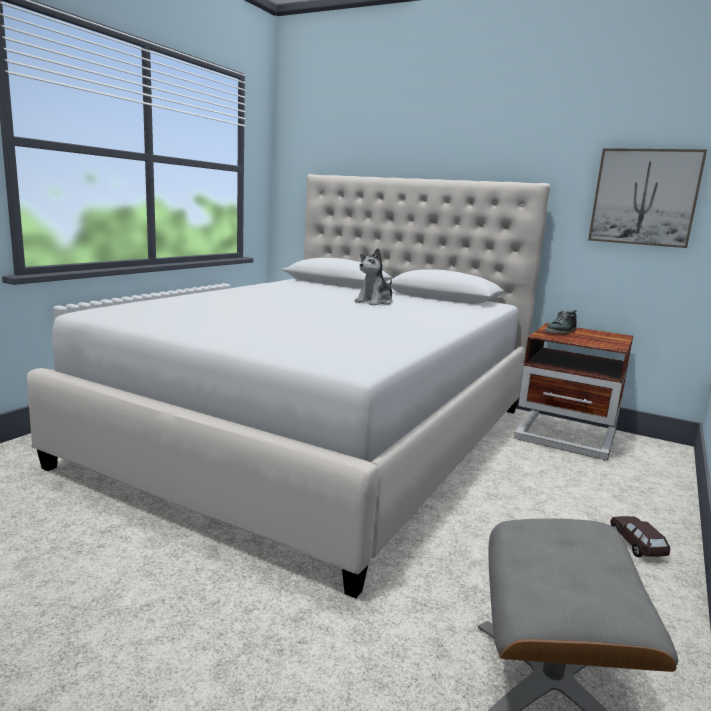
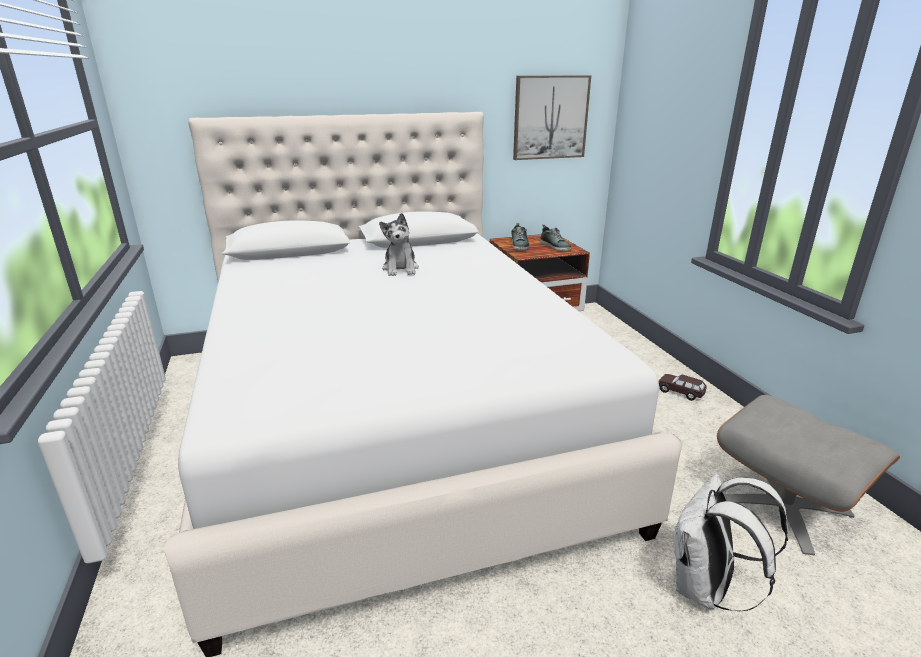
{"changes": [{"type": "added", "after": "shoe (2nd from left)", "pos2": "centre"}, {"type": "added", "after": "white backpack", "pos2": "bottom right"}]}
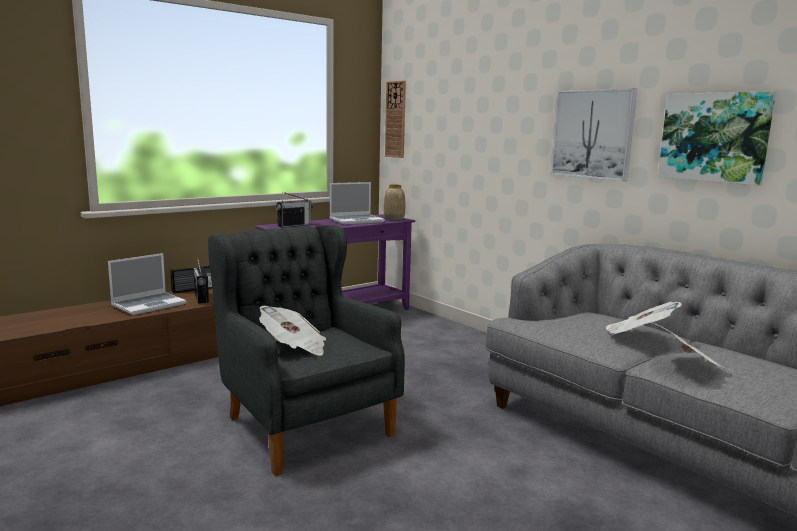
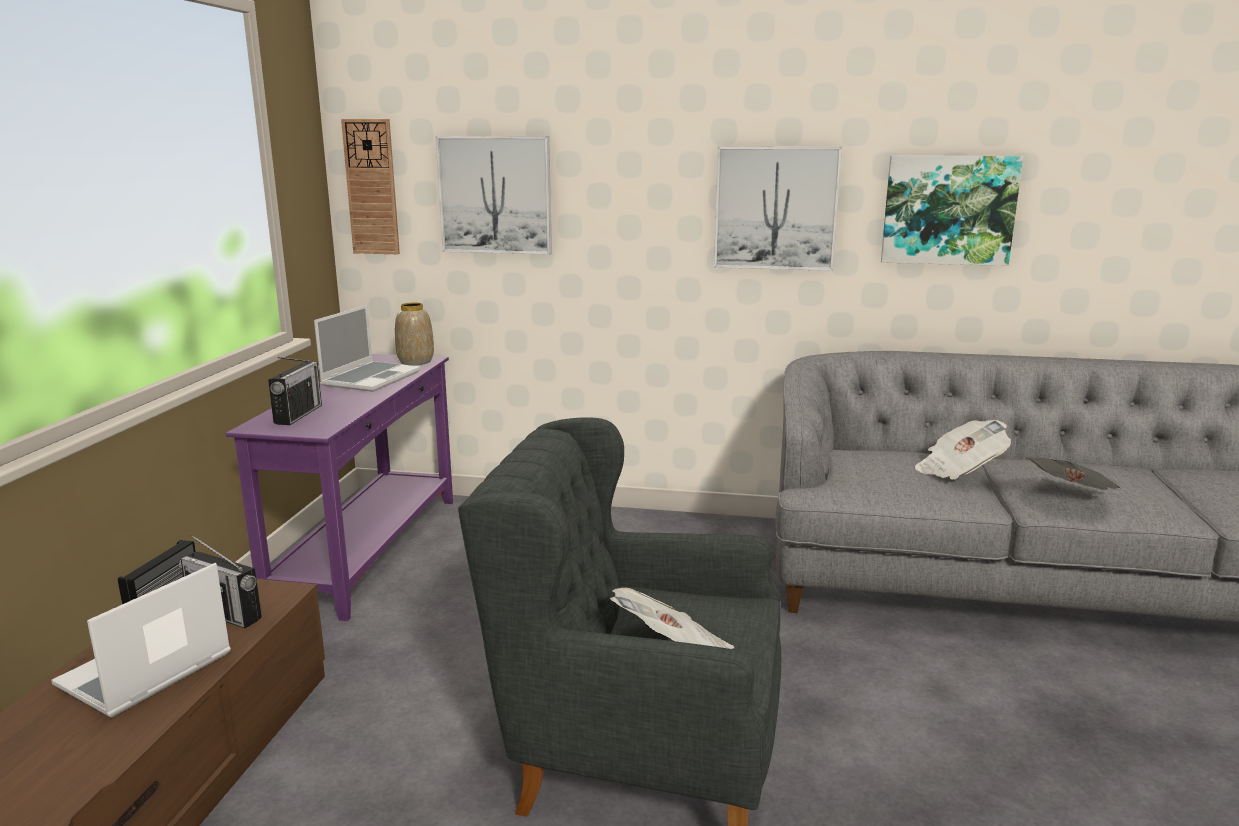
{"changes": [{"type": "turned", "before": "laptop (1st from left)", "pos1": "middle left", "pos2": "bottom left", "turn": -150}, {"type": "added", "after": "picture (1st from left)", "pos2": "top centre"}]}
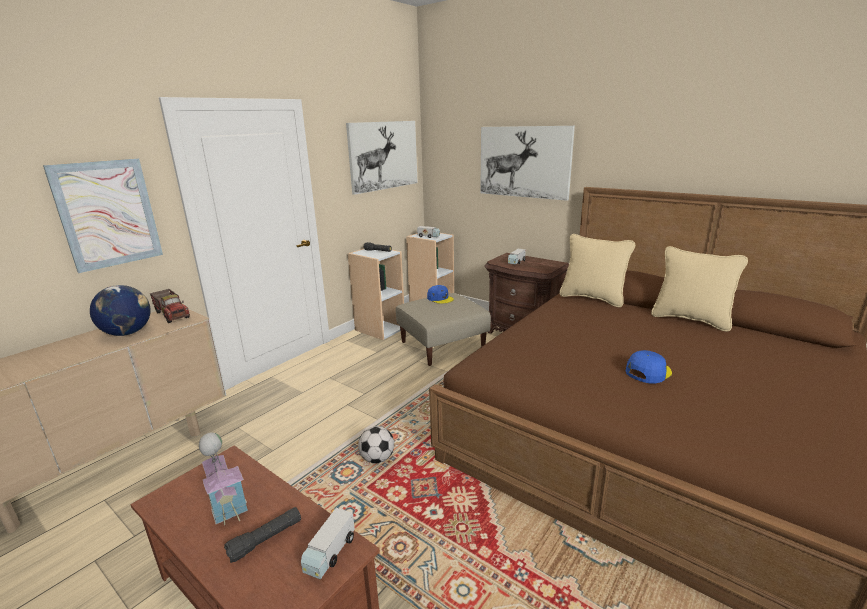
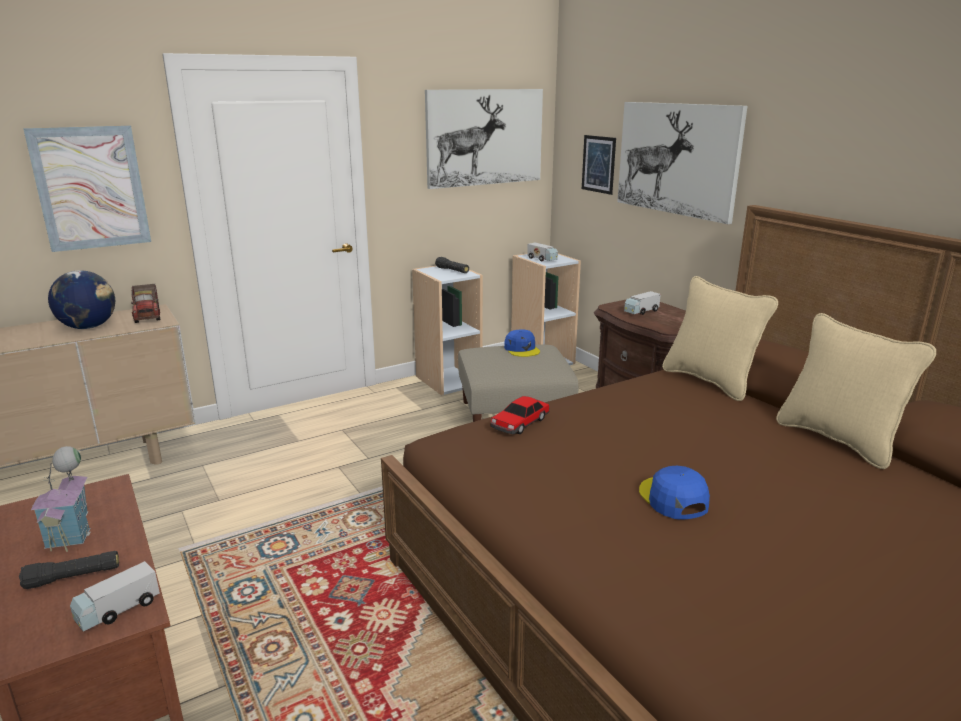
{"changes": [{"type": "removed", "before": "football", "pos1": "bottom centre"}, {"type": "turned", "before": "blue cap (2nd from left)", "pos1": "middle right", "pos2": "bottom right", "turn": -90}, {"type": "added", "after": "toy car", "pos2": "centre"}, {"type": "added", "after": "picture (3rd from left)", "pos2": "top centre"}]}
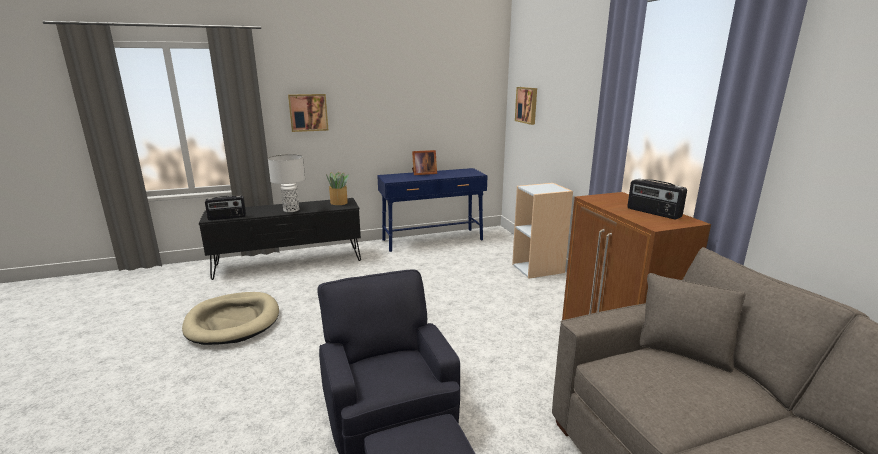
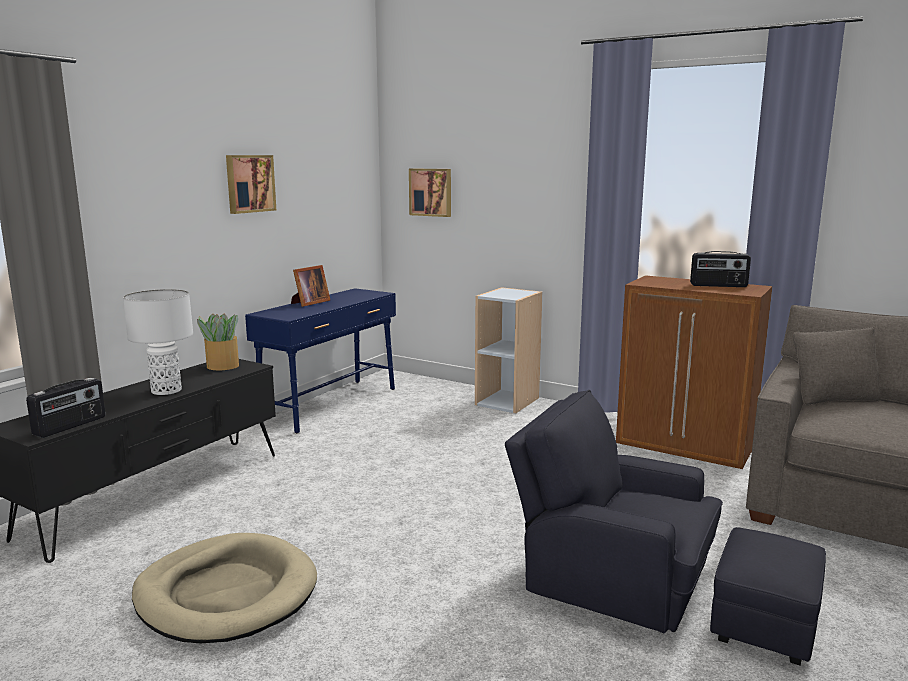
{"changes": [{"type": "moved", "before": "picture (1st from left)", "pos1": "top centre", "pos2": "top left"}]}
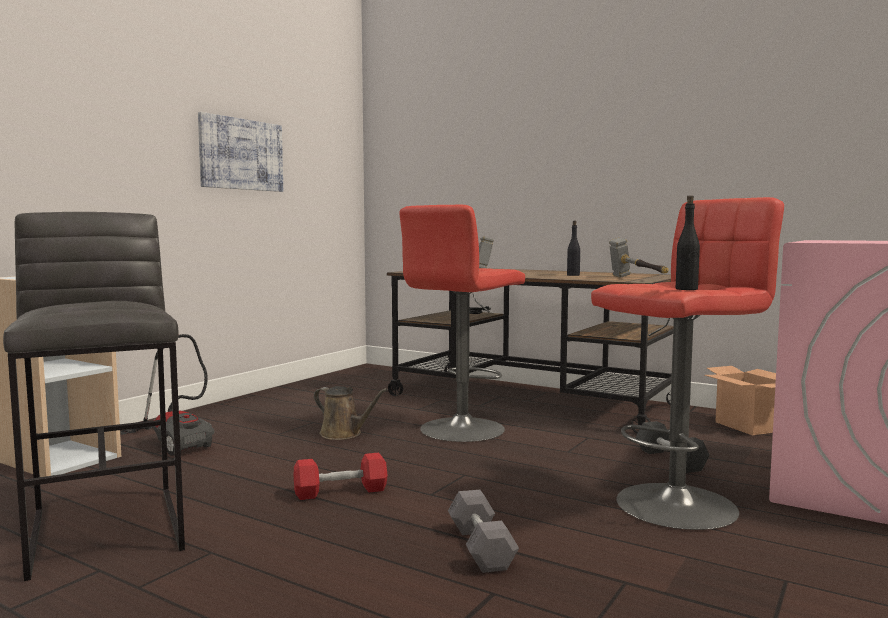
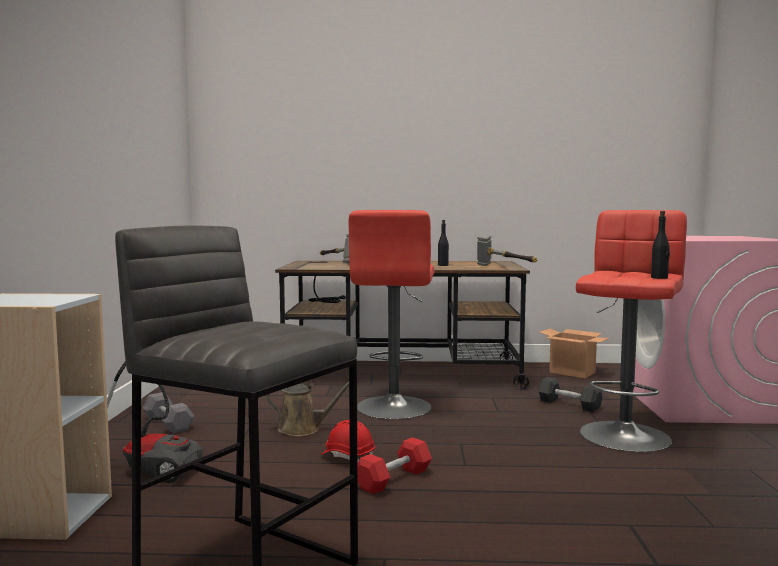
{"changes": [{"type": "removed", "before": "picture", "pos1": "top left"}, {"type": "moved", "before": "grey dumbbell (1st from left)", "pos1": "bottom centre", "pos2": "bottom left"}, {"type": "added", "after": "red hard hat", "pos2": "bottom centre"}]}
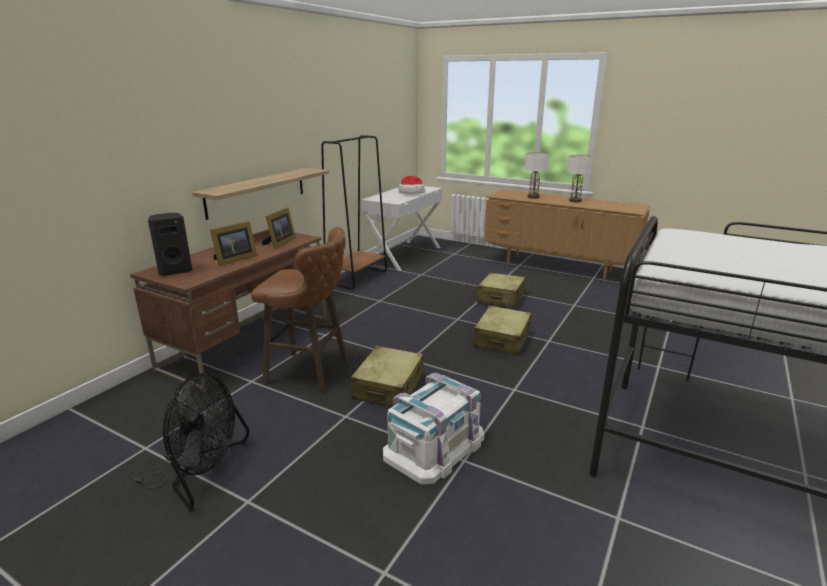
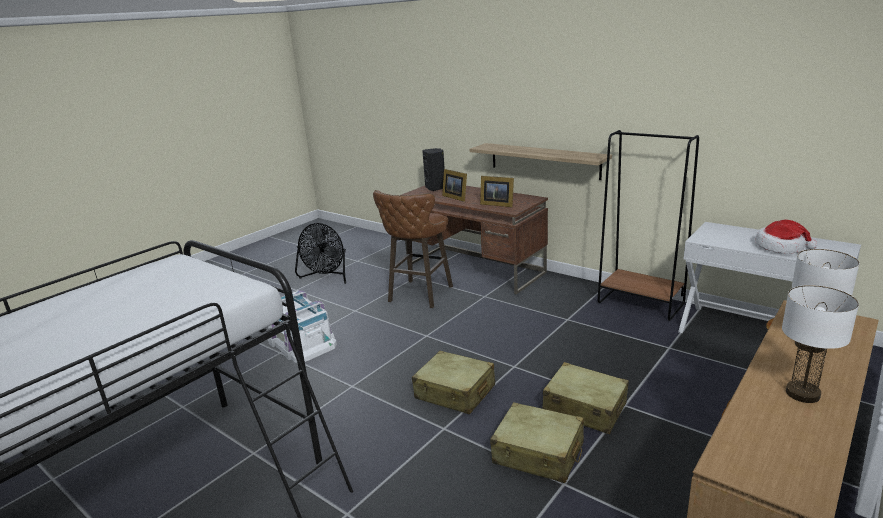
{"changes": [{"type": "moved", "before": "beige suitcase (1st from left in the first image)", "after": "beige suitcase (2nd from left)", "pos1": "centre", "pos2": "bottom centre"}]}
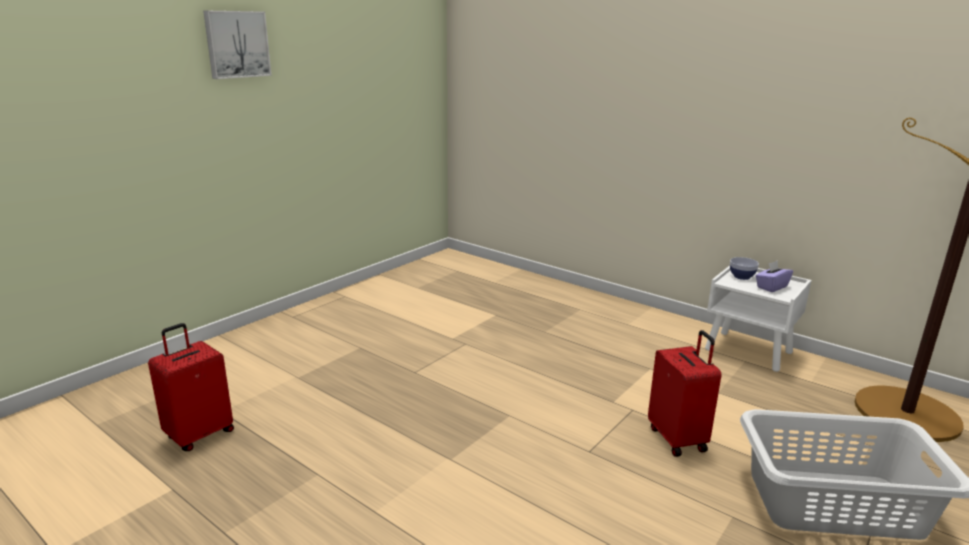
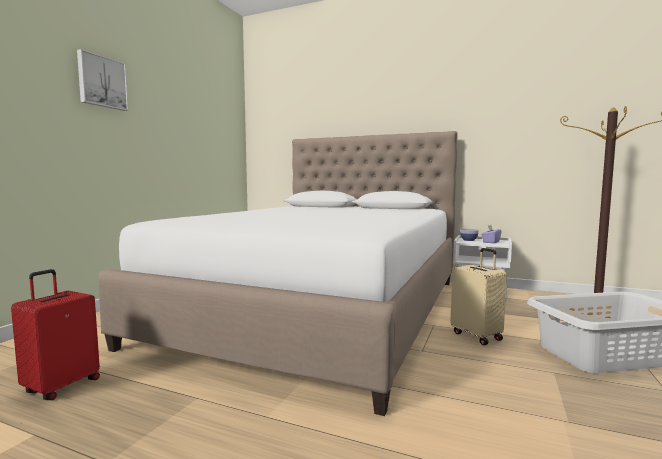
{"changes": [{"type": "recoloured", "before": "red suitcase (2nd from left)", "after": "beige suitcase", "pos1": "bottom right", "pos2": "middle right"}, {"type": "added", "after": "white bed", "pos2": "centre"}]}
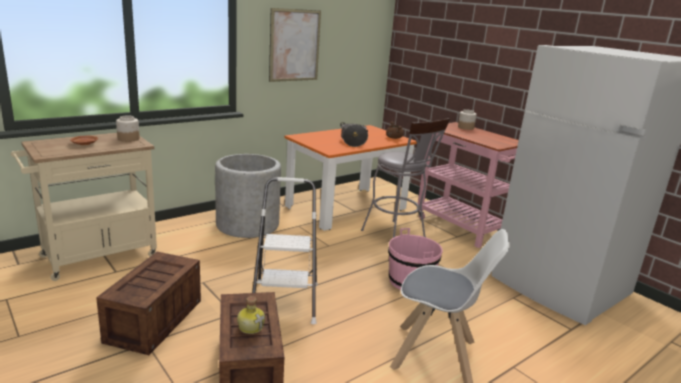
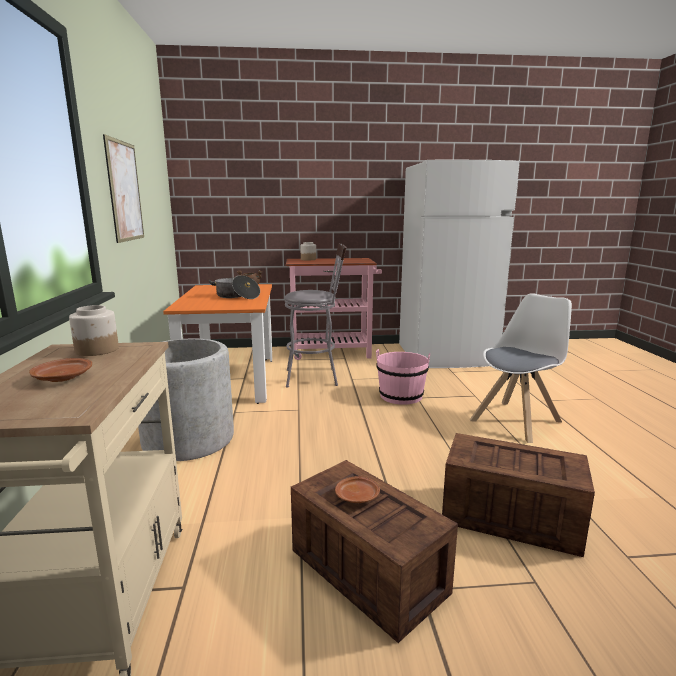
{"changes": [{"type": "removed", "before": "bottle", "pos1": "bottom centre"}, {"type": "removed", "before": "white step ladder", "pos1": "centre"}, {"type": "added", "after": "brown plate (2nd from left)", "pos2": "bottom centre"}]}
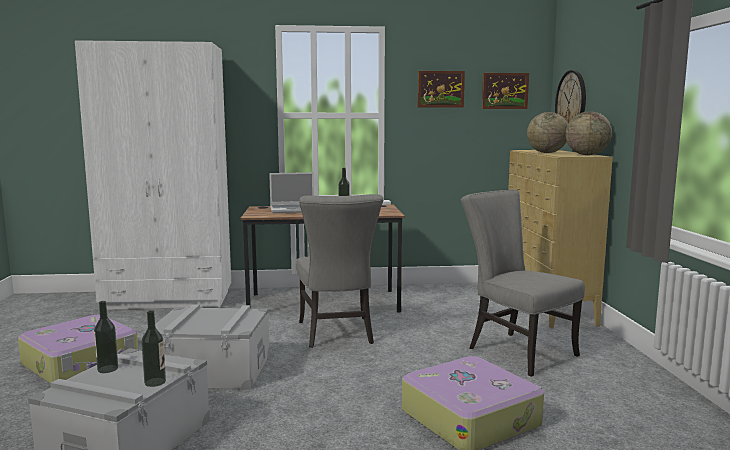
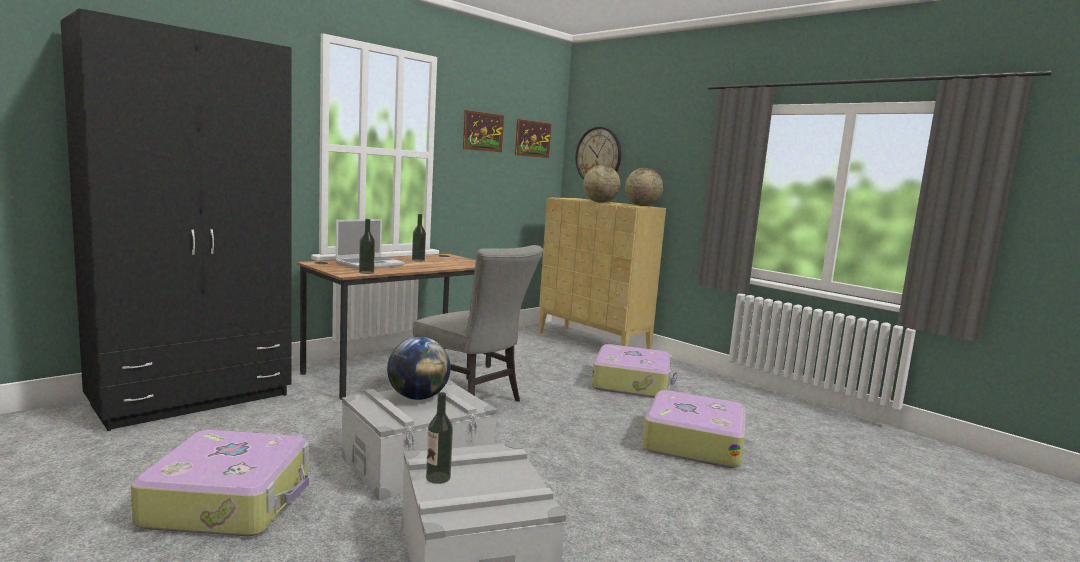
{"changes": [{"type": "recoloured", "before": "white wardrobe", "after": "black wardrobe", "pos1": "middle left", "pos2": "middle left"}, {"type": "moved", "before": "bottle (2nd from left in the first image)", "after": "bottle (1st from left)", "pos1": "bottom left", "pos2": "centre"}, {"type": "replaced", "before": "grey chair (2nd from left)", "after": "suitcase (2nd from left)", "pos1": "middle right", "pos2": "centre"}, {"type": "added", "after": "globe (1st from left)", "pos2": "centre"}]}
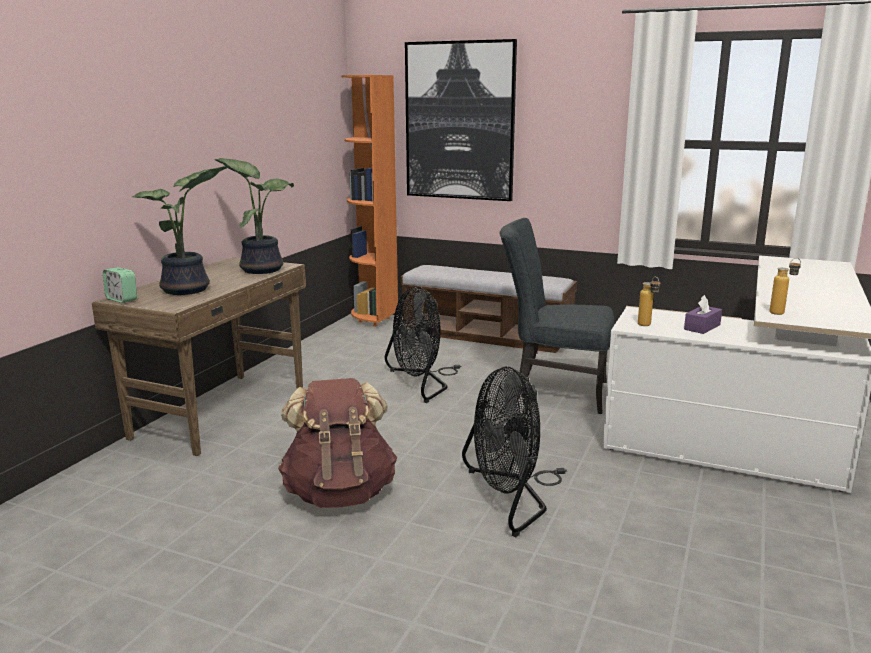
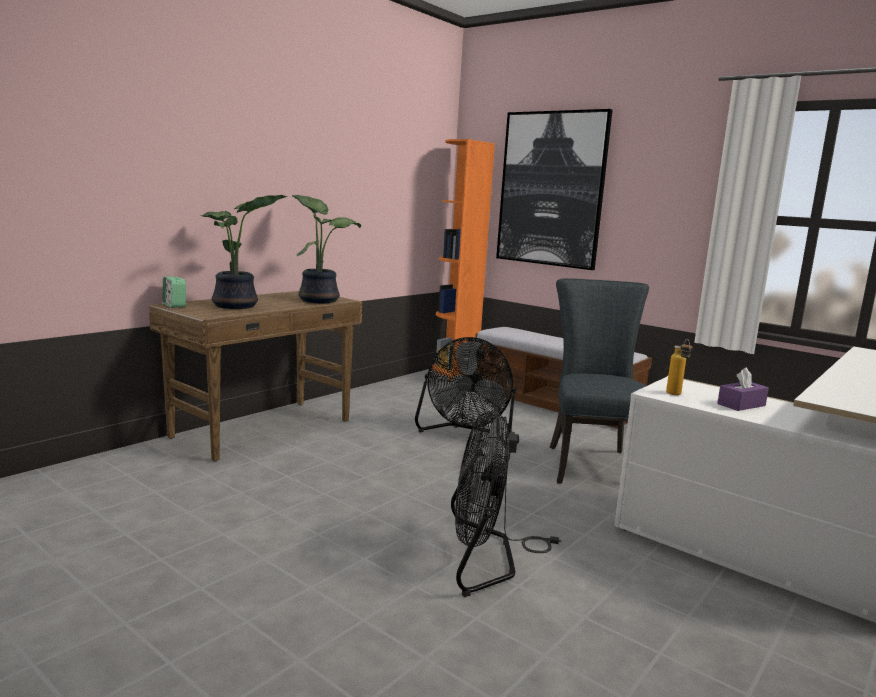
{"changes": [{"type": "removed", "before": "brown backpack", "pos1": "bottom centre"}, {"type": "turned", "before": "black fan (1st from left)", "pos1": "centre", "pos2": "centre", "turn": -60}, {"type": "turned", "before": "grey chair", "pos1": "centre", "pos2": "middle right", "turn": 60}, {"type": "removed", "before": "bottle (2nd from left)", "pos1": "middle right"}]}
